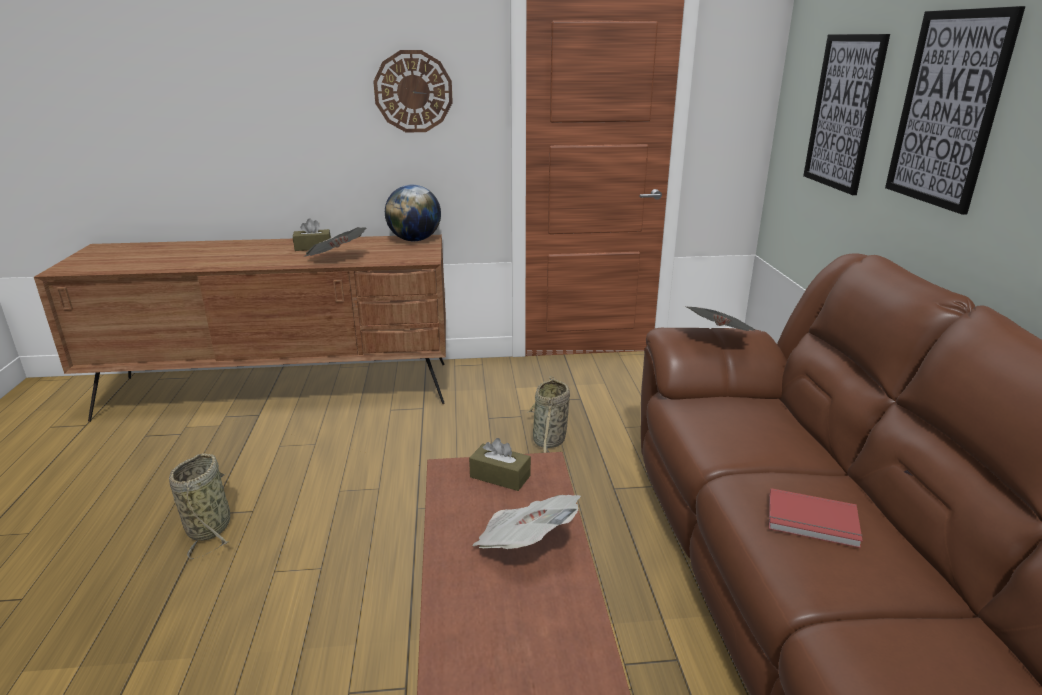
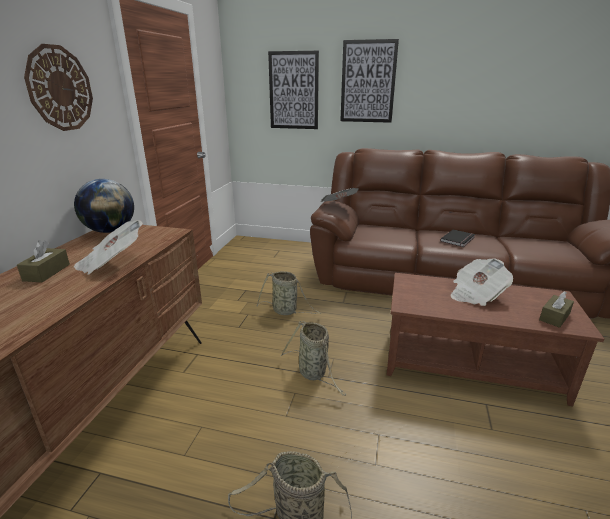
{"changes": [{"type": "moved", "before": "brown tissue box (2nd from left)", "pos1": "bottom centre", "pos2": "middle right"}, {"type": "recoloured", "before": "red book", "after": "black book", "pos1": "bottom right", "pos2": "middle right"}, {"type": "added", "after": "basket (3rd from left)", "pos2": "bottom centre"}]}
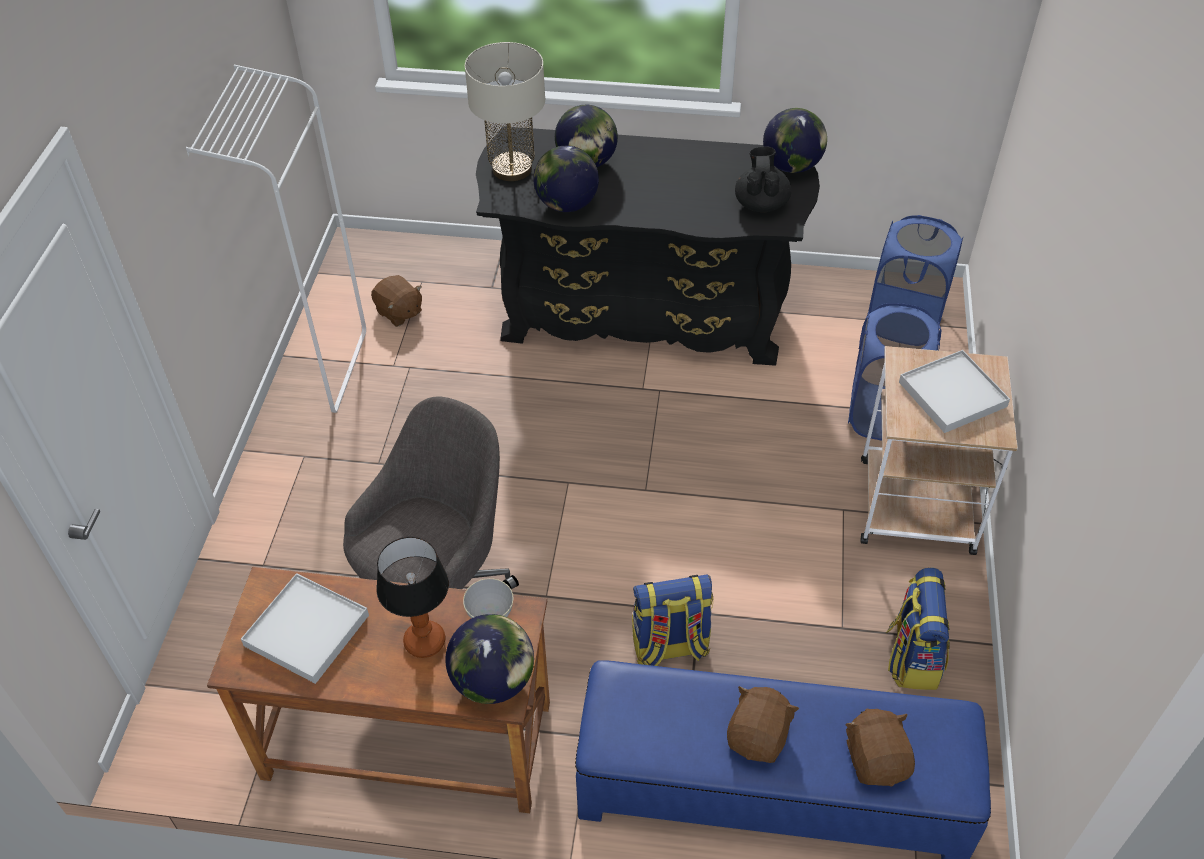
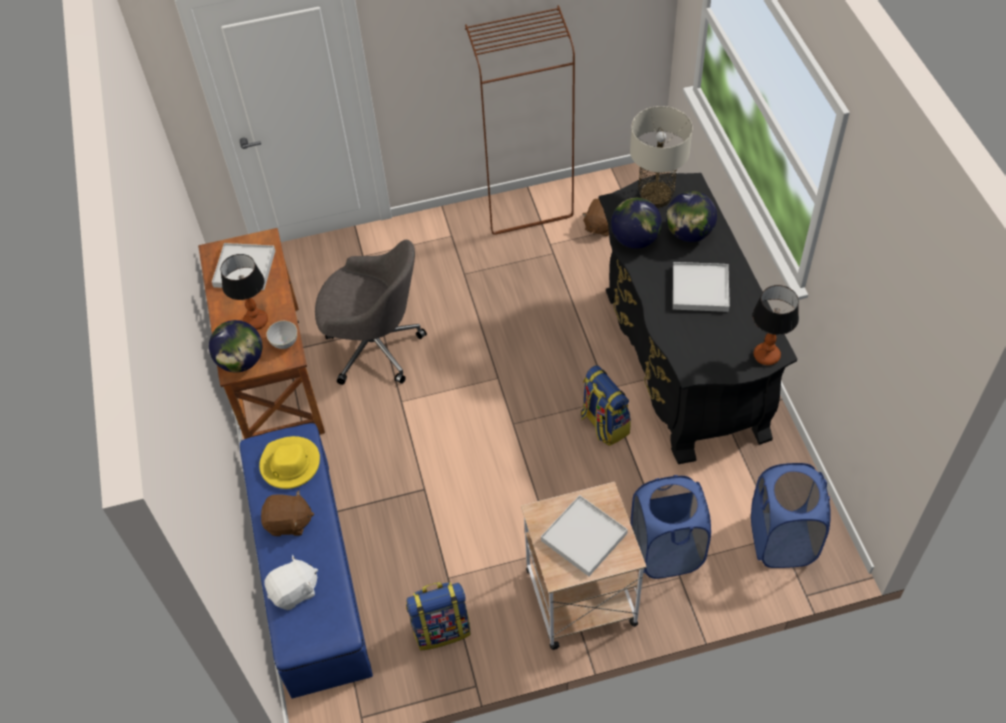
{"changes": [{"type": "recoloured", "before": "white clothes rack", "after": "brown clothes rack", "pos1": "top left", "pos2": "top centre"}, {"type": "moved", "before": "backpack (1st from left in the first image)", "after": "backpack (2nd from left)", "pos1": "bottom centre", "pos2": "centre"}, {"type": "removed", "before": "black teapot", "pos1": "top centre"}, {"type": "replaced", "before": "globe (4th from left)", "after": "table lamp (3rd from left)", "pos1": "top centre", "pos2": "middle right"}, {"type": "recoloured", "before": "brown plush toy (3rd from left)", "after": "white plush toy", "pos1": "bottom right", "pos2": "bottom left"}, {"type": "added", "after": "yellow hat", "pos2": "middle left"}, {"type": "added", "after": "white tray (3rd from left)", "pos2": "middle right"}]}
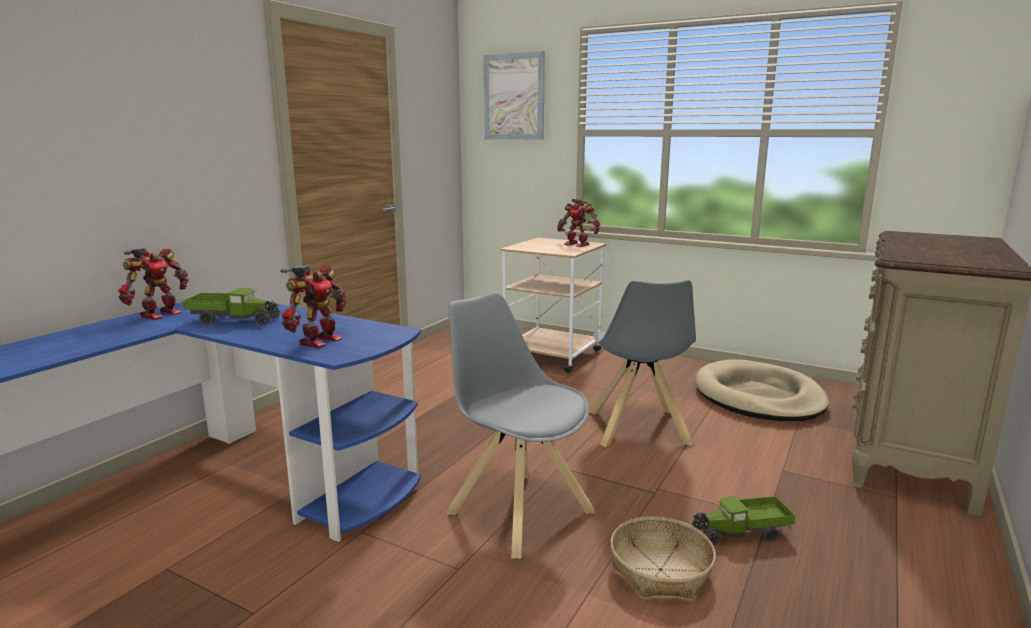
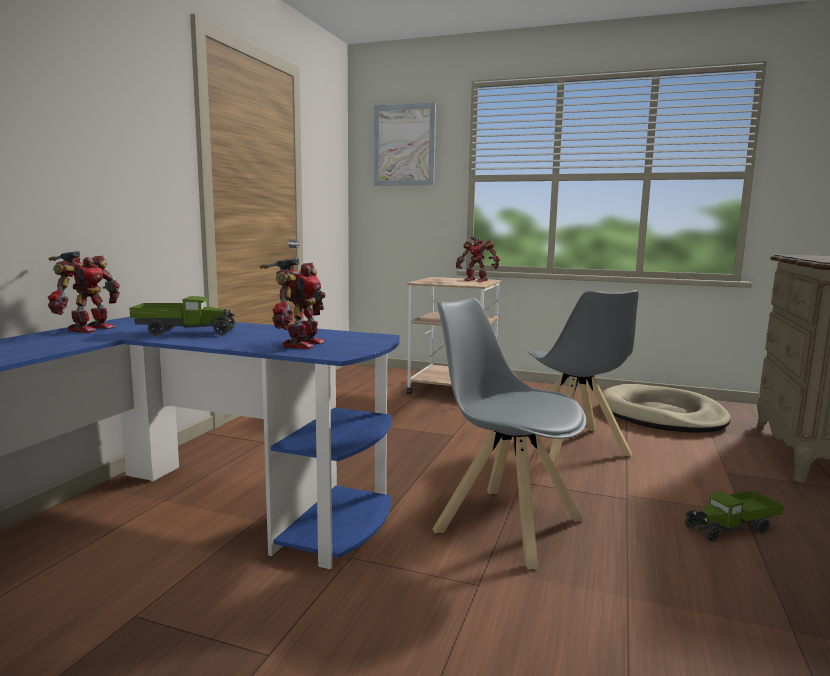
{"changes": [{"type": "removed", "before": "basket", "pos1": "bottom centre"}]}
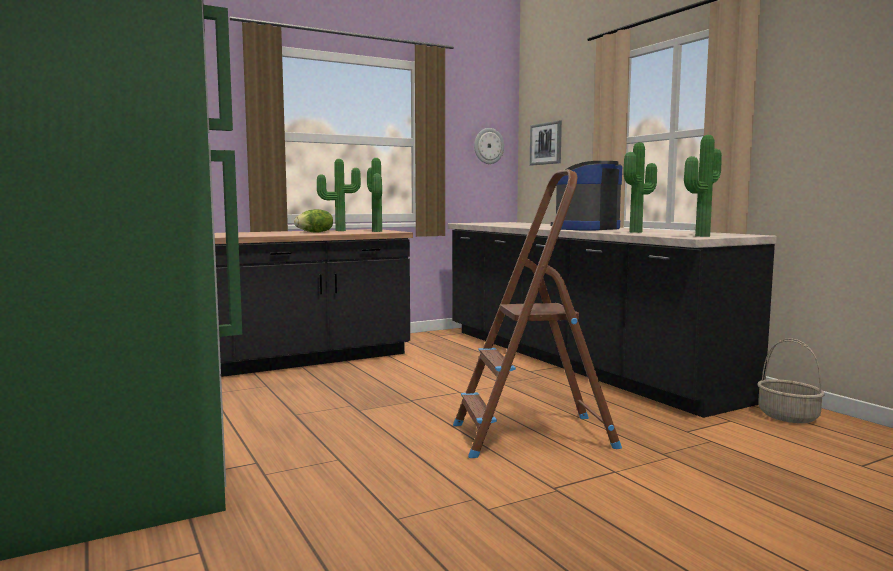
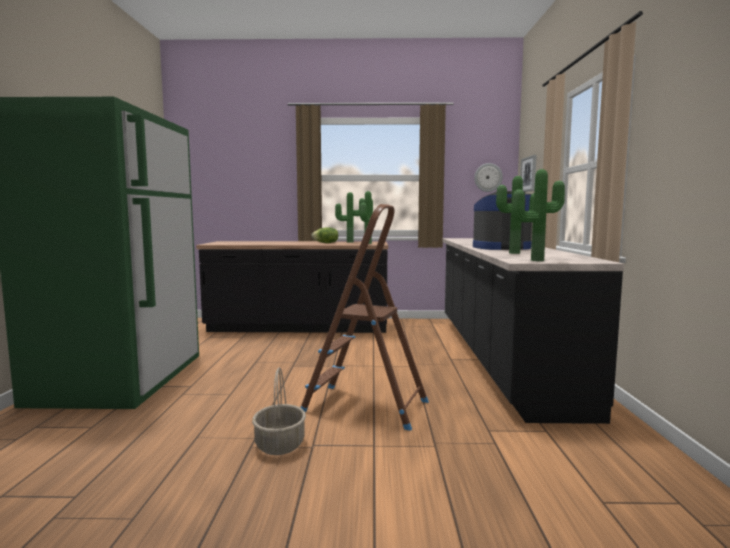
{"changes": [{"type": "moved", "before": "basket", "pos1": "middle right", "pos2": "bottom centre"}]}
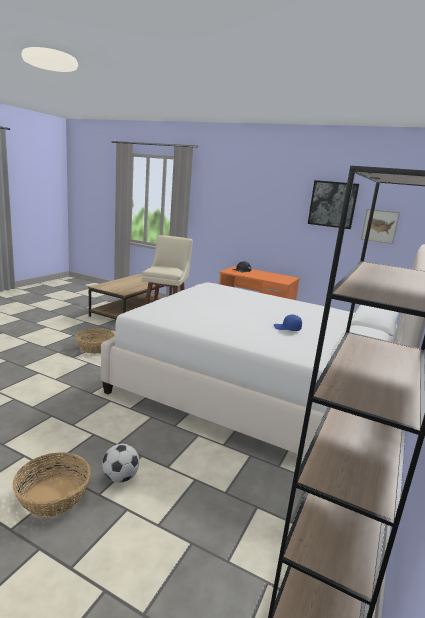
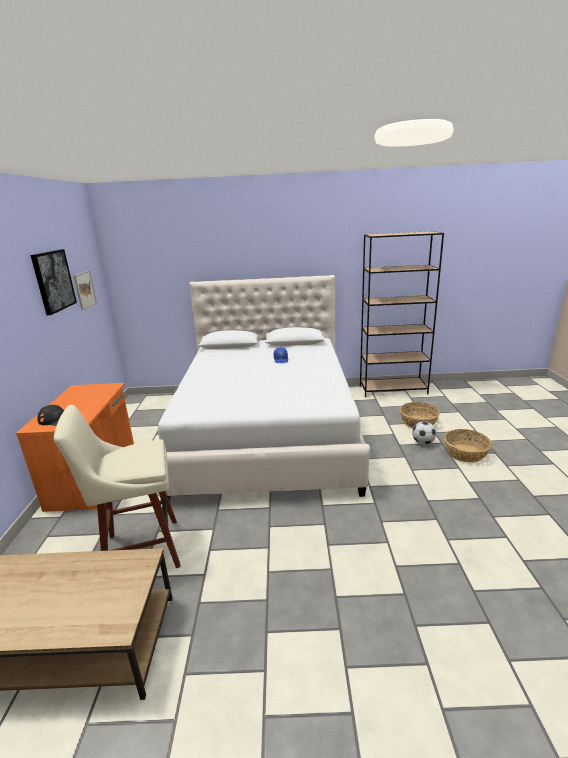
{"changes": [{"type": "moved", "before": "basket (2nd from left in the first image)", "after": "basket (1st from left)", "pos1": "middle left", "pos2": "middle right"}]}
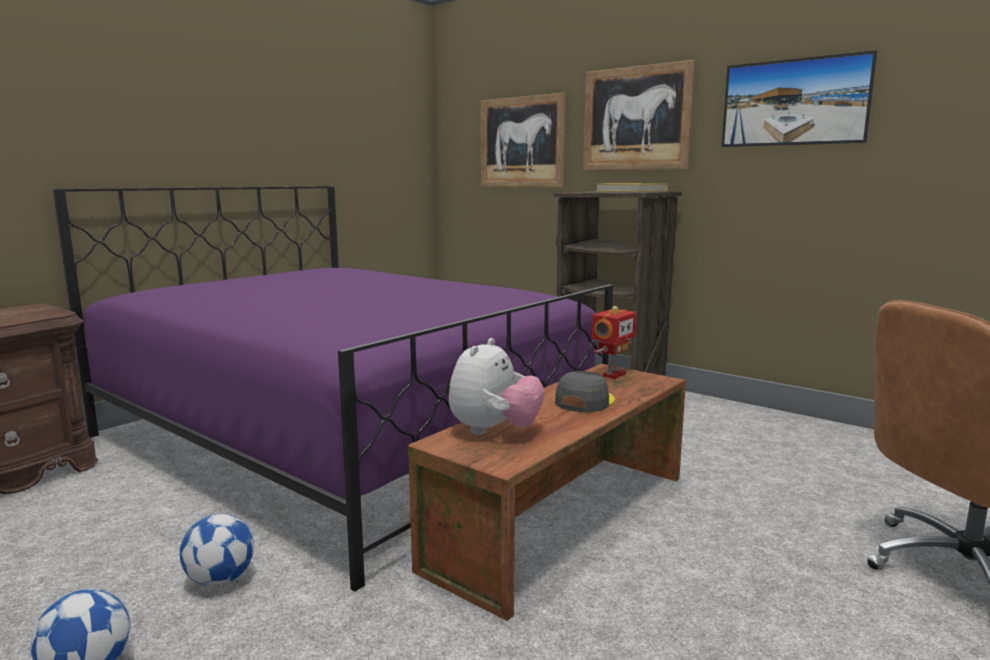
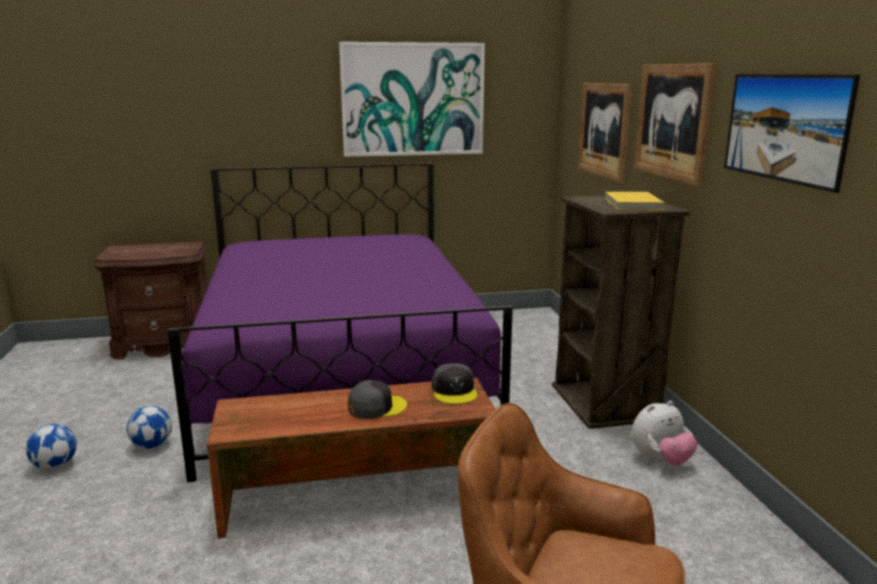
{"changes": [{"type": "moved", "before": "plush toy", "pos1": "centre", "pos2": "bottom right"}, {"type": "replaced", "before": "toy robot", "after": "grey cap (2nd from left)", "pos1": "centre", "pos2": "centre"}, {"type": "added", "after": "picture (1st from left)", "pos2": "top centre"}]}
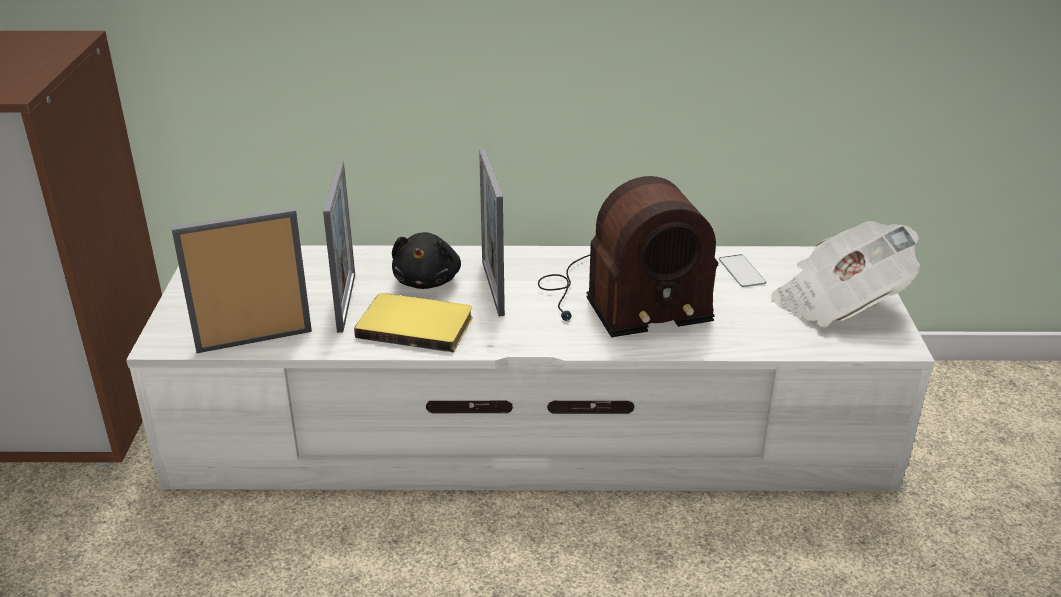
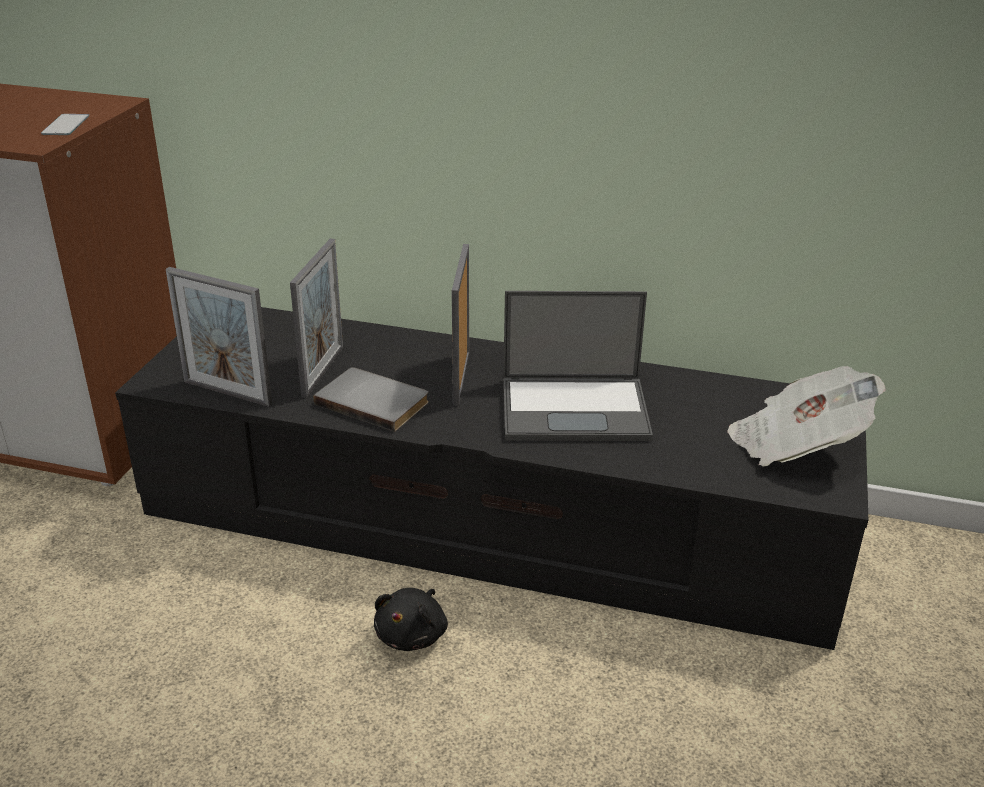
{"changes": [{"type": "recoloured", "before": "white tv stand", "after": "black tv stand", "pos1": "centre", "pos2": "centre"}, {"type": "turned", "before": "picture frame (1st from left)", "pos1": "middle left", "pos2": "middle left", "turn": -150}, {"type": "recoloured", "before": "yellow book", "after": "grey book", "pos1": "centre", "pos2": "centre"}, {"type": "moved", "before": "black plush toy", "pos1": "centre", "pos2": "bottom centre"}, {"type": "replaced", "before": "radio", "after": "laptop", "pos1": "centre", "pos2": "centre"}, {"type": "moved", "before": "phone", "pos1": "middle right", "pos2": "top left"}]}
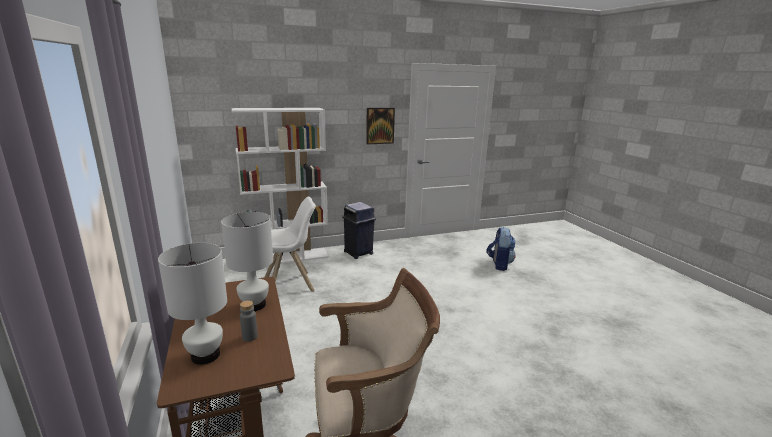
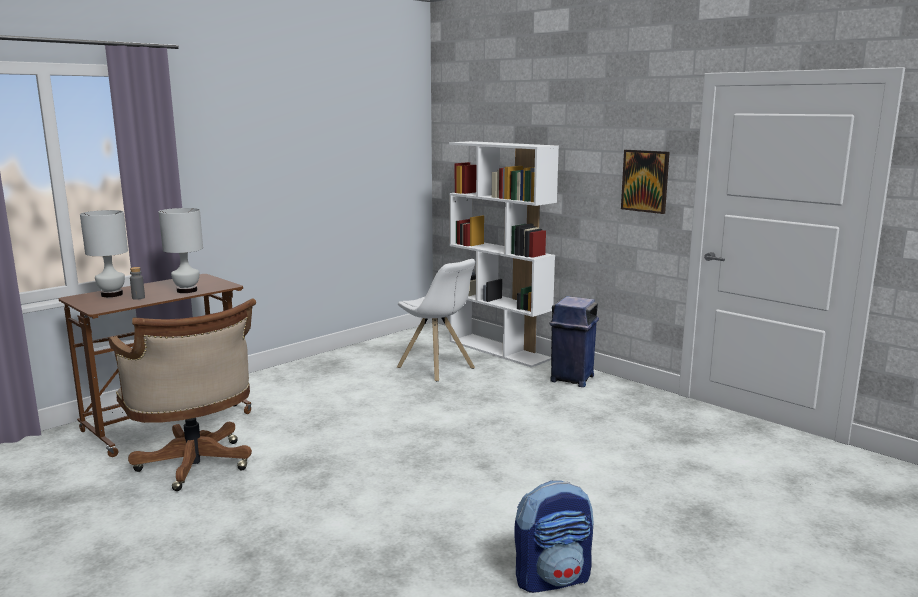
{"changes": [{"type": "moved", "before": "backpack", "pos1": "centre", "pos2": "bottom centre"}]}
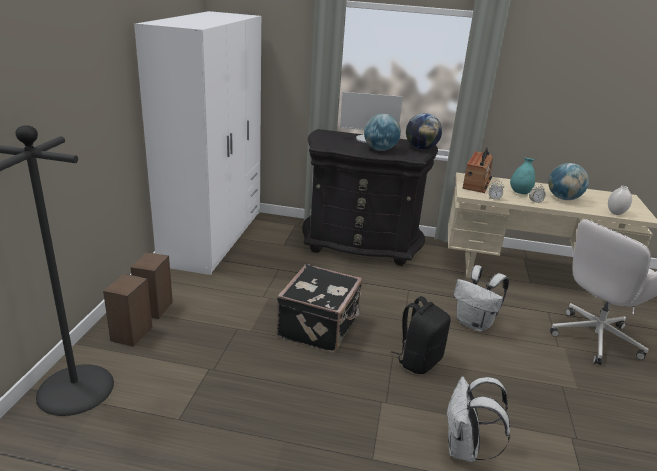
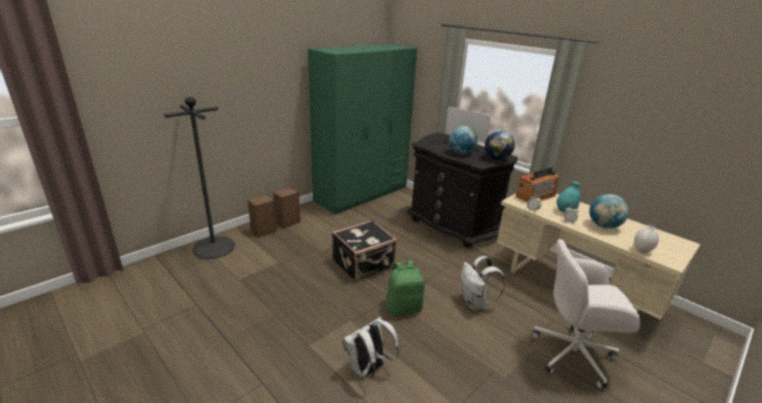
{"changes": [{"type": "recoloured", "before": "white wardrobe", "after": "green wardrobe", "pos1": "top left", "pos2": "top centre"}, {"type": "recoloured", "before": "black backpack", "after": "green backpack", "pos1": "bottom centre", "pos2": "bottom centre"}]}
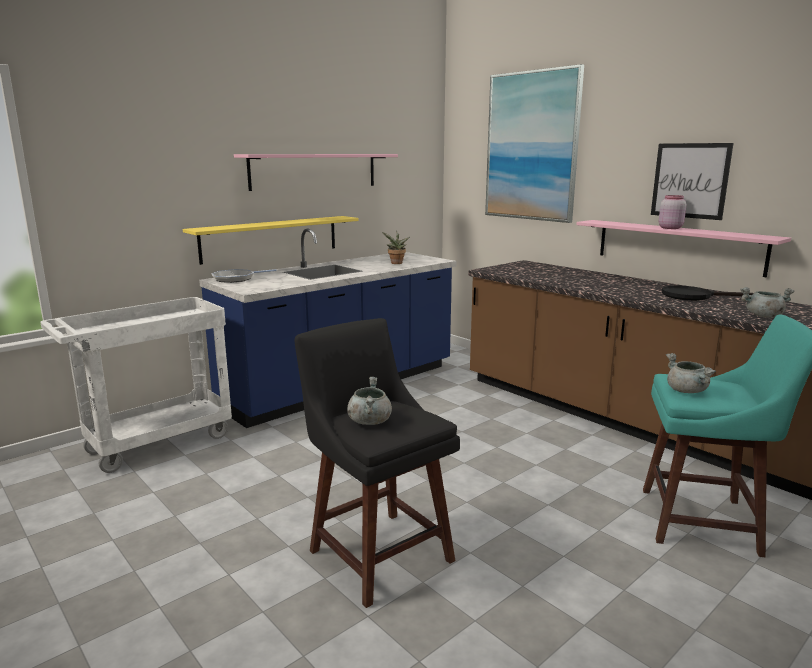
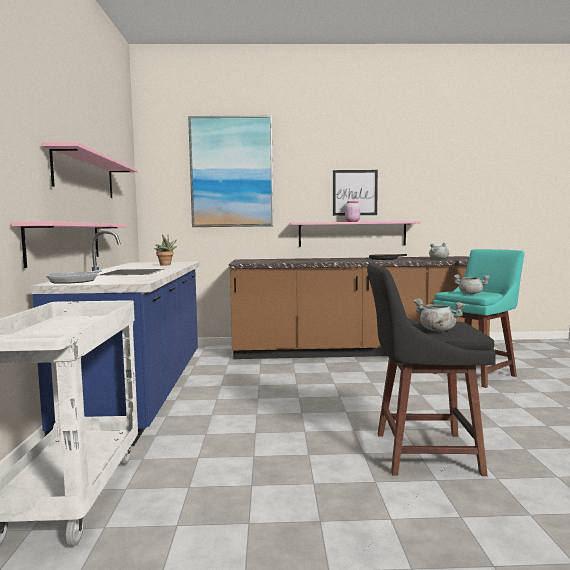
{"changes": [{"type": "recoloured", "before": "yellow shelf", "after": "pink shelf (1st from left)", "pos1": "centre", "pos2": "middle left"}]}
